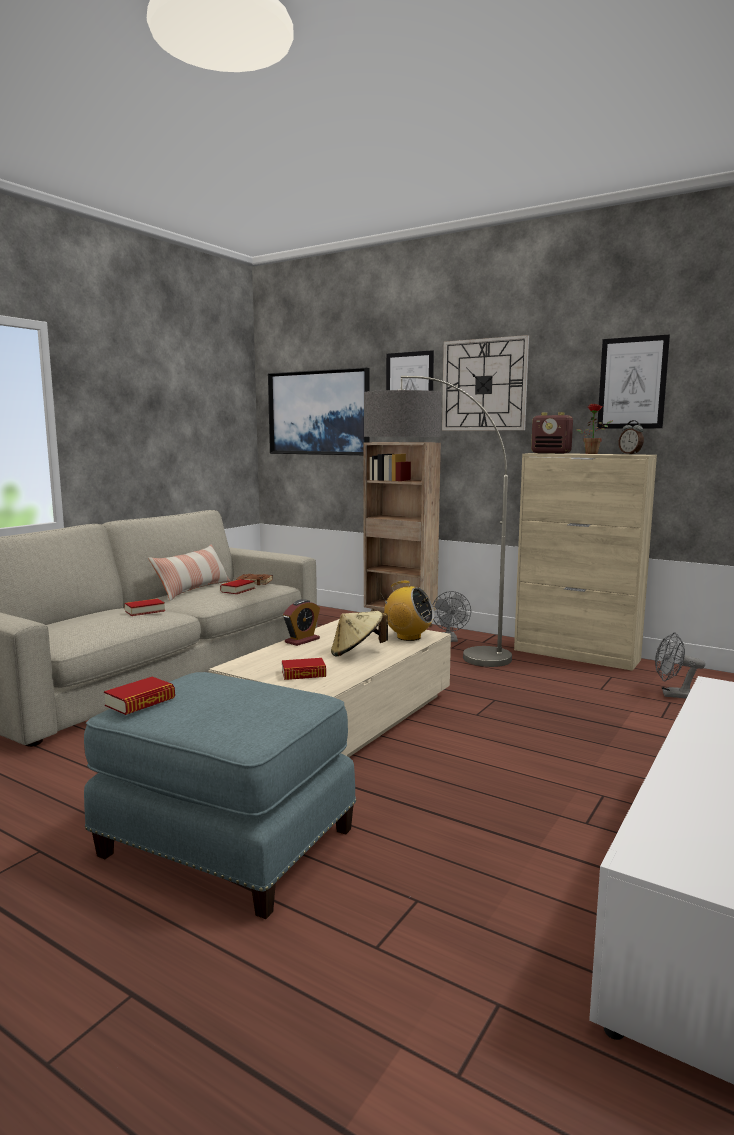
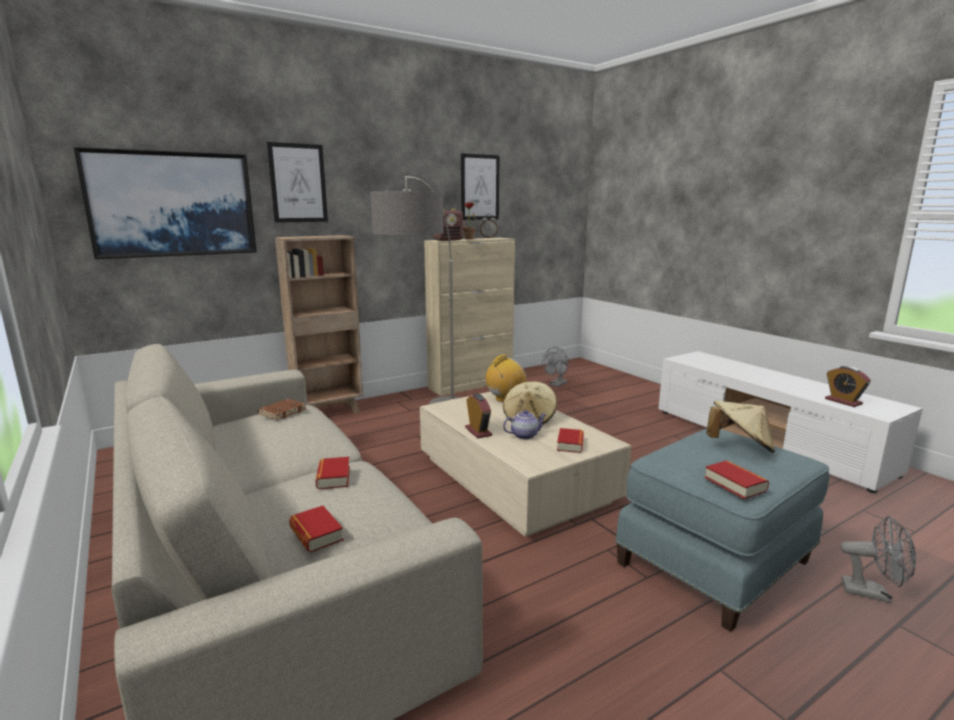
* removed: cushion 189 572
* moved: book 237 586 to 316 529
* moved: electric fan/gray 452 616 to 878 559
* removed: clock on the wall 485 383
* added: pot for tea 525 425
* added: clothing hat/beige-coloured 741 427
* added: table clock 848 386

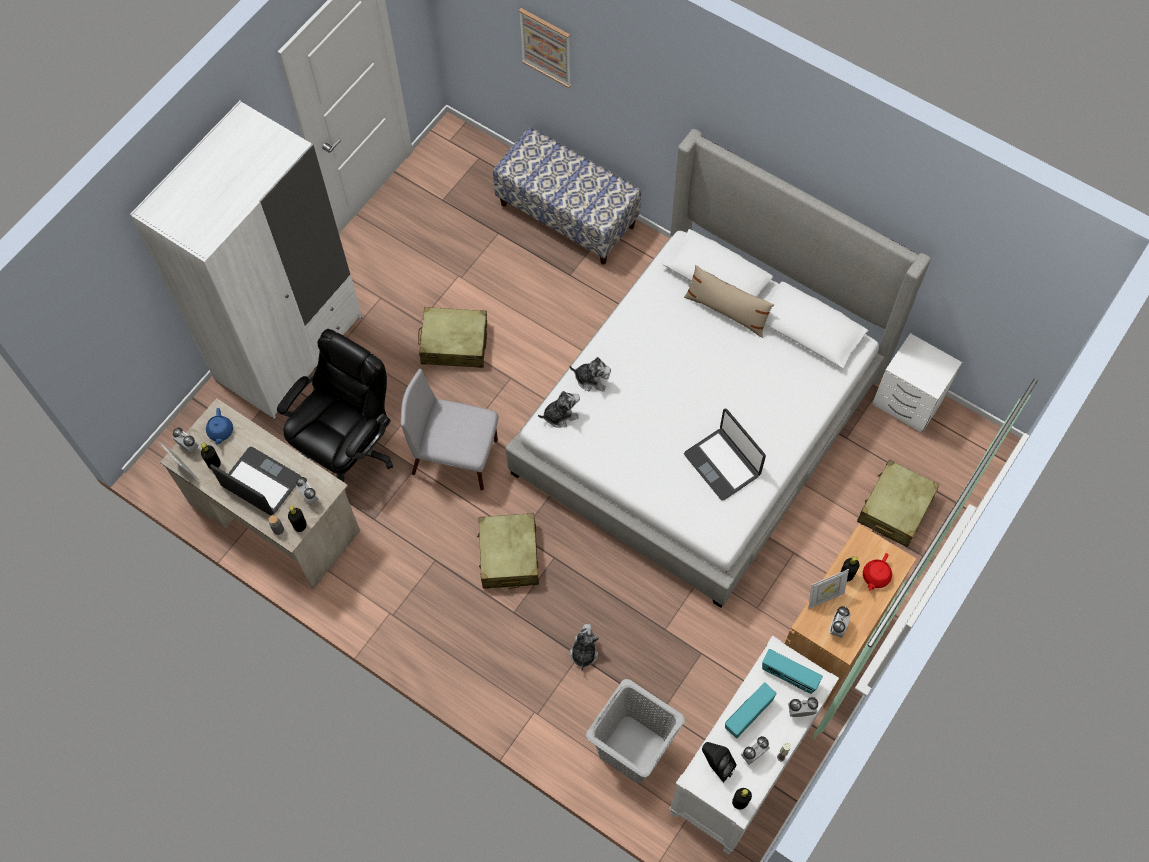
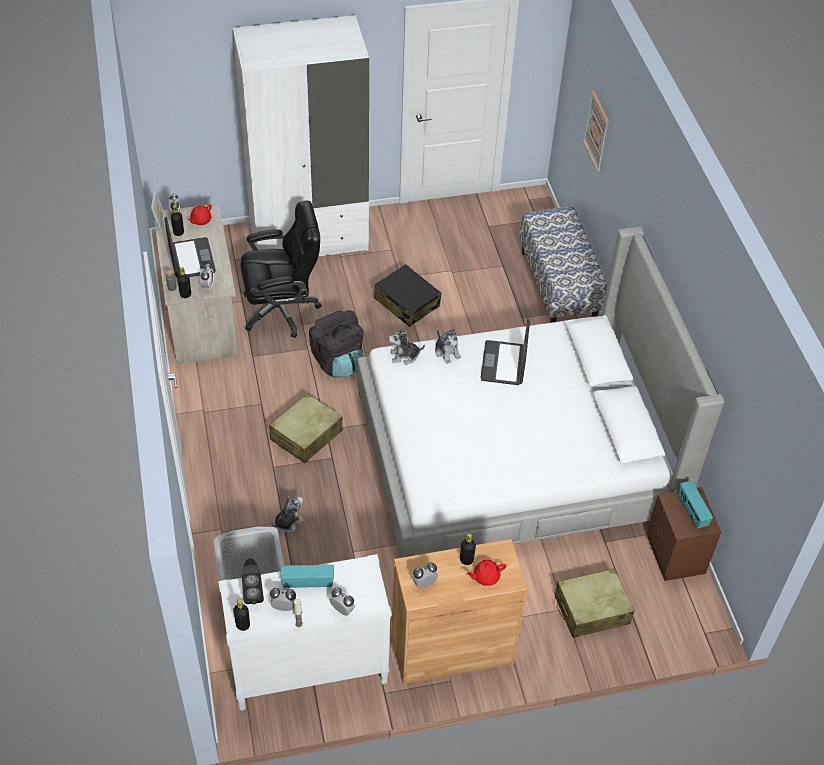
* recoloured: pot for tea/bluish 219 426 to pot for tea/red-coloured 200 214
* replaced: upright chair/gray 449 429 to knapsack/black-coloured 336 344
* recoloured: piece of luggage/beige-coloured 452 337 to piece of luggage/black-coloured 407 295
* turned: plush toy 559 409 = 406 345 150 degrees clockwise
* removed: cushion/beige-coloured 729 301
* moved: portable computer 725 454 to 505 352
* moved: radio set 792 671 to 695 504
* removed: photo frame 828 589
* recoloured: night table/whitish 917 383 to night table/brown 684 534

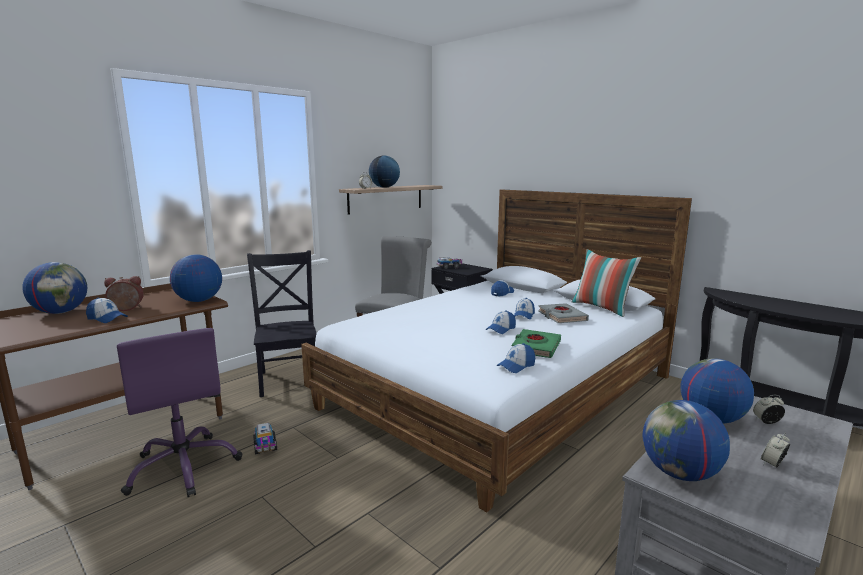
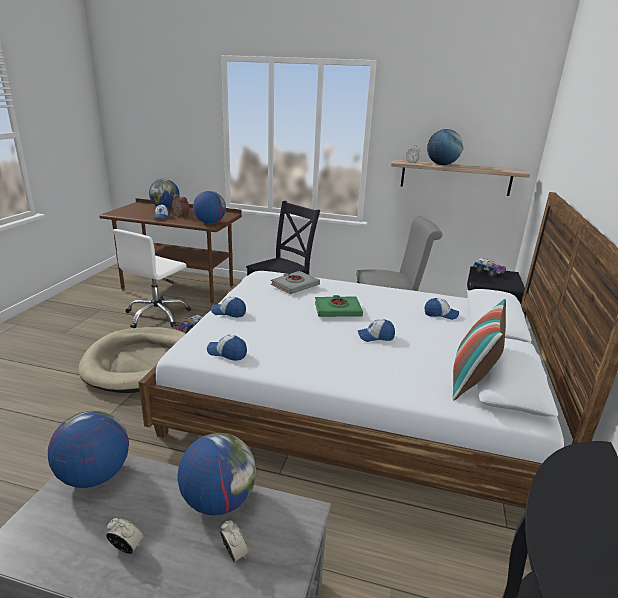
* recoloured: office chair/purple-coloured 179 412 to office chair/whitish 152 278
* moved: cap 501 322 to 228 307
* moved: book/green 536 343 to 339 306
* moved: book/gray 563 313 to 295 282
* added: pet bed/beige-coloured 132 360

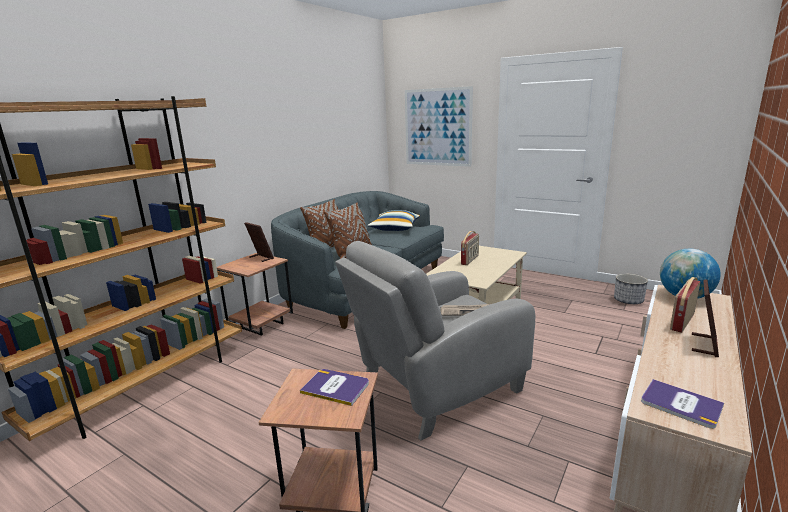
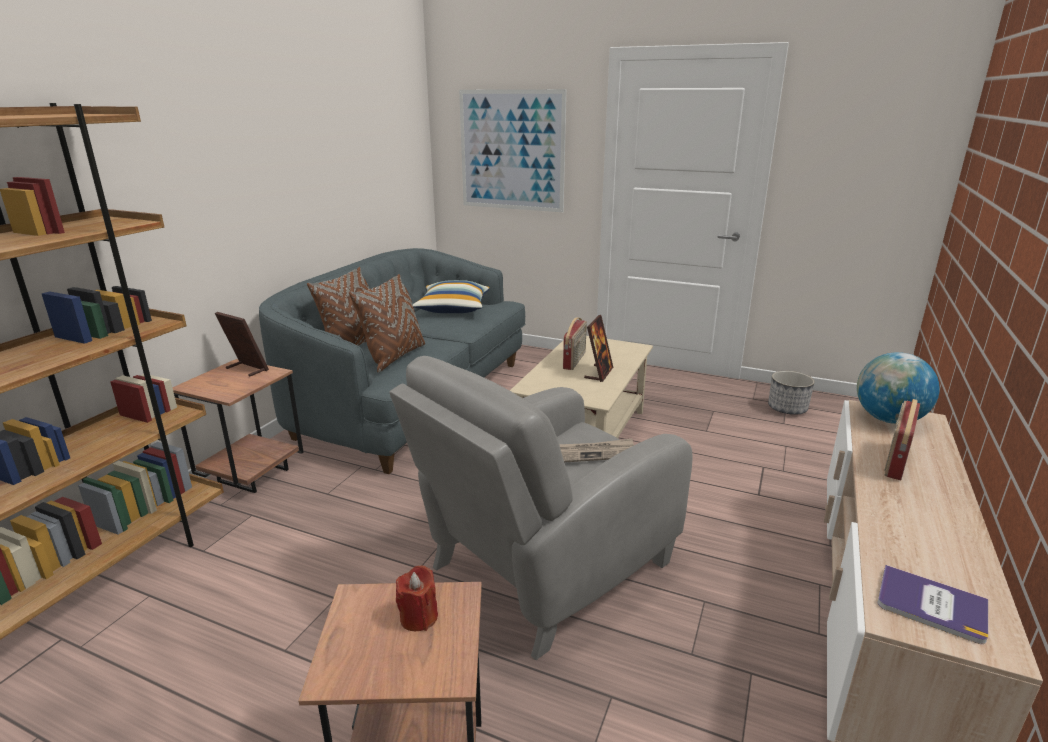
* replaced: book 334 387 to wax light/red-coloured 417 598
* moved: photo frame 705 318 to 598 348

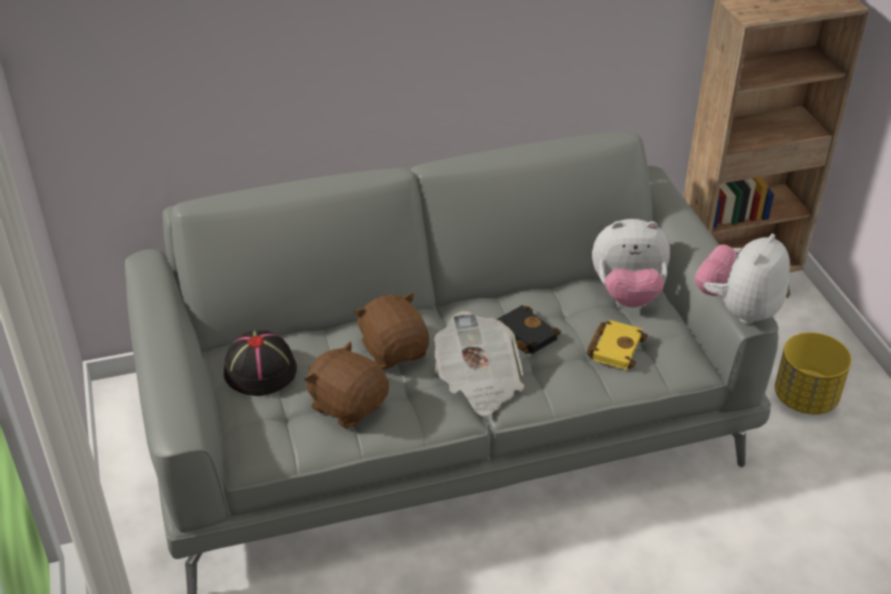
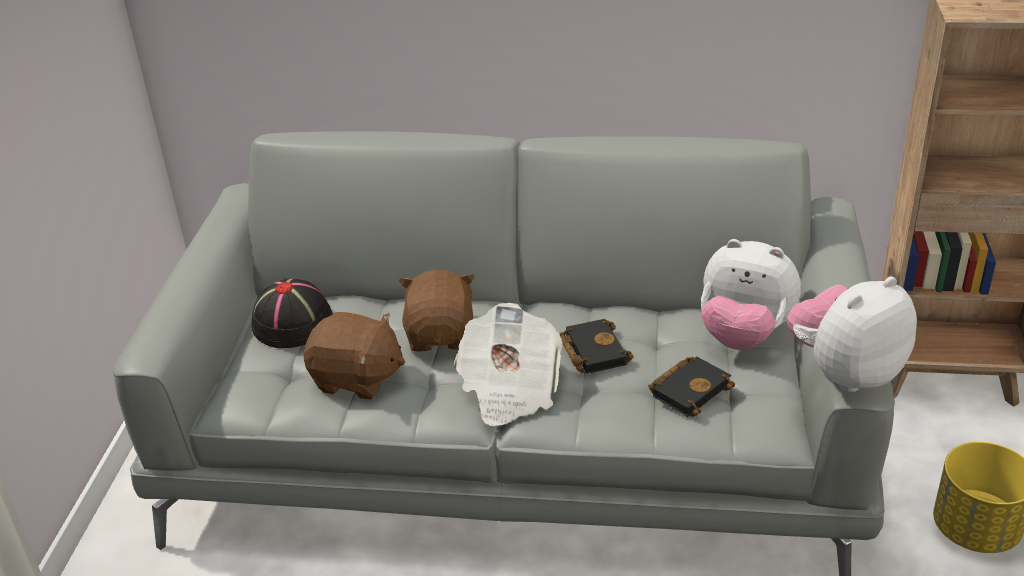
* turned: plush toy/brown 346 385 = 354 356 135 degrees clockwise
* recoloured: book/yellowish 617 345 to book/black-coloured 691 387

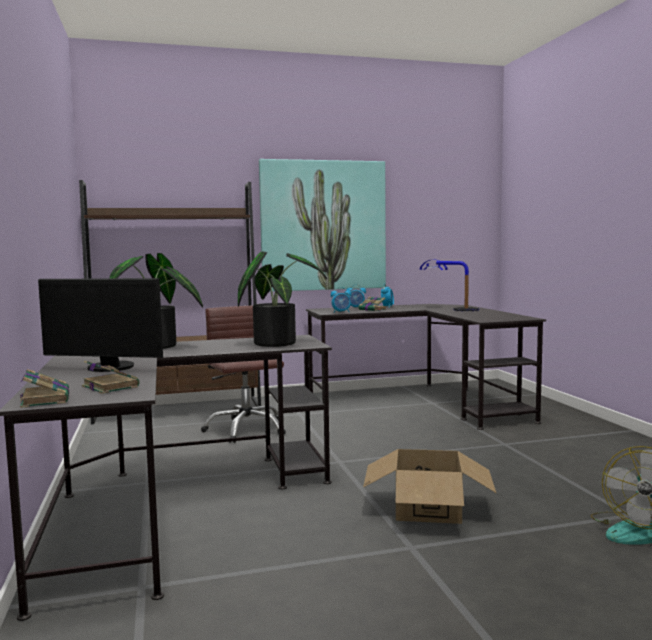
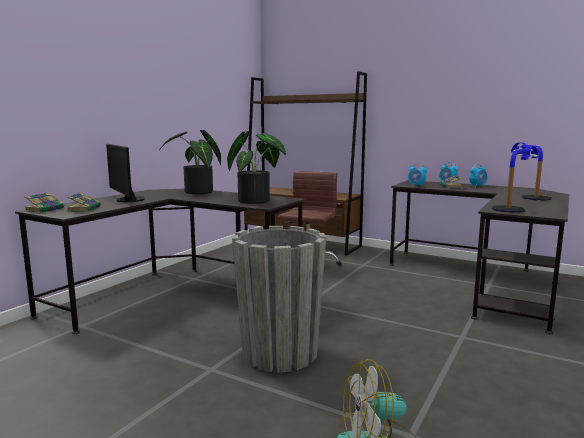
* removed: picture 322 225
* replaced: cardboard box 429 486 to plant pot/gray 279 299
* added: table lamp 515 179

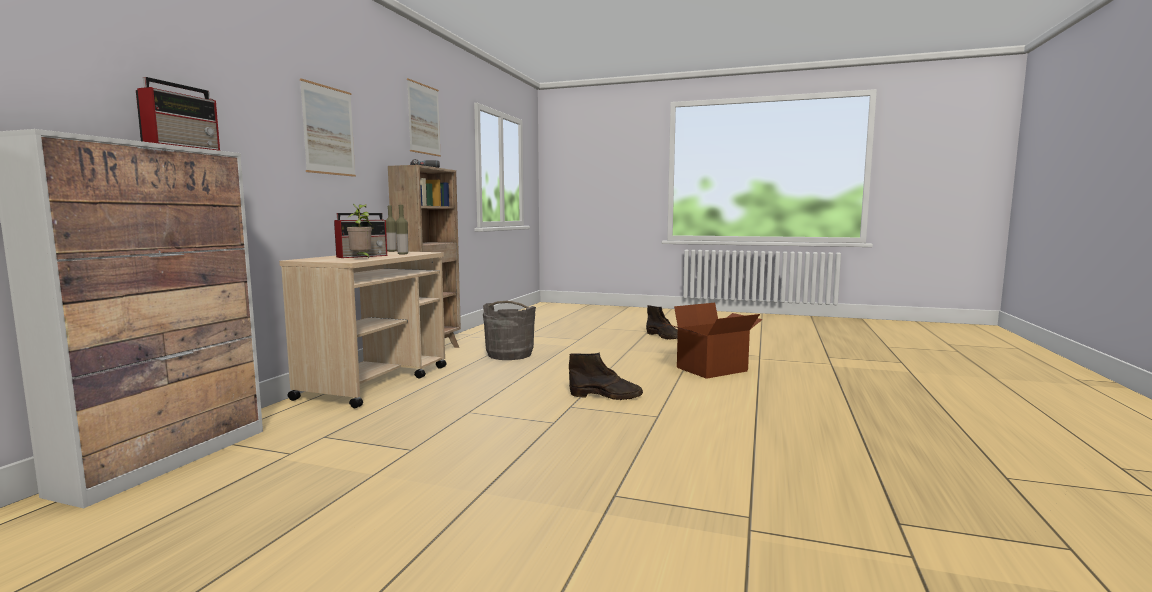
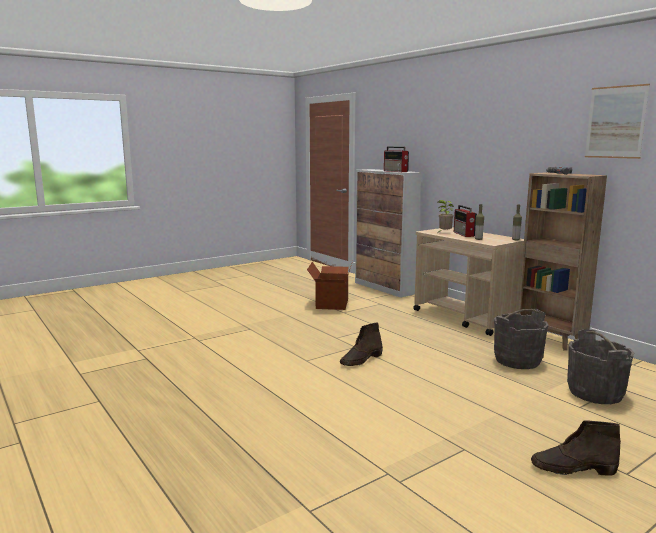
* removed: picture 328 127
* moved: cardboard box 713 341 to 330 285
* added: water bucket/gray 600 366

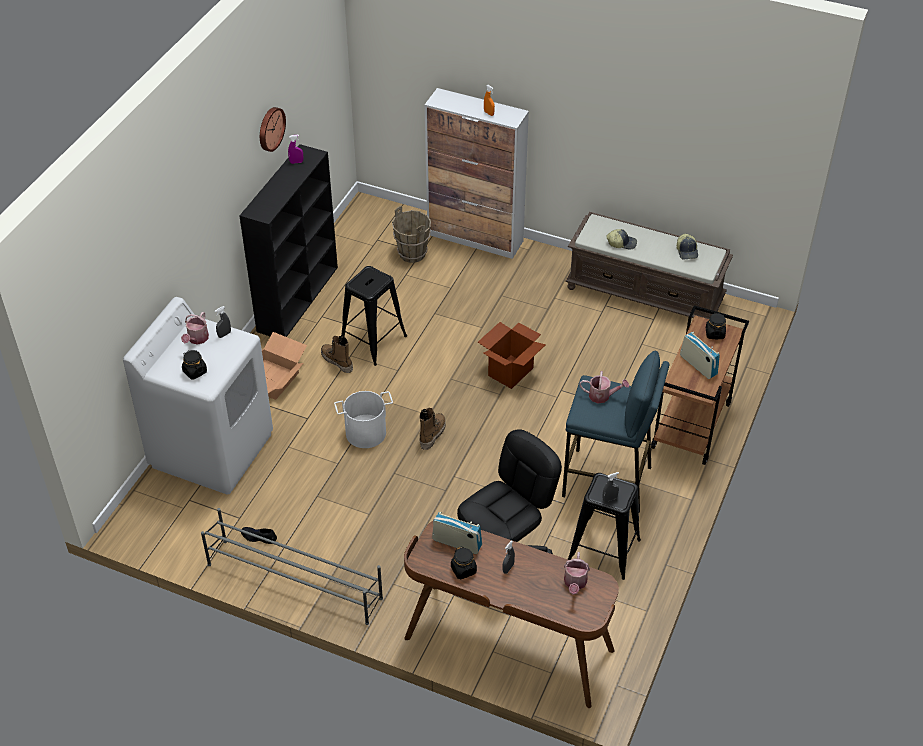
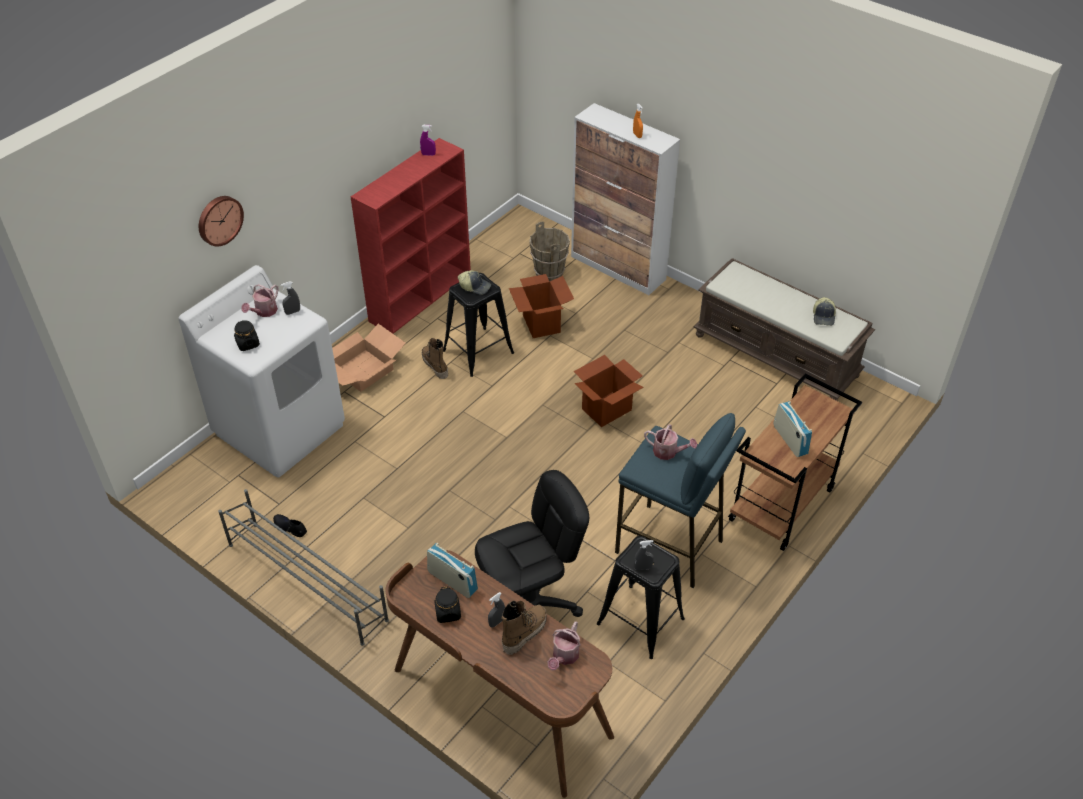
* recoloured: bookcase/black-coloured 289 240 to bookcase/red-coloured 411 236
* moved: clock on the wall 273 129 to 221 221
* removed: water bucket/whitish 363 419
* moved: boot 432 429 to 523 628
* moved: cap 622 239 to 474 282
* removed: jar/black-coloured 716 326
* added: cardboard box 541 306

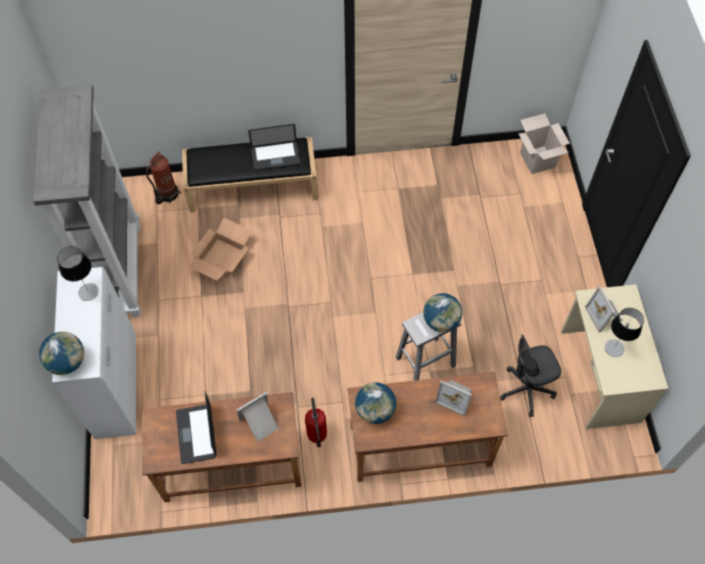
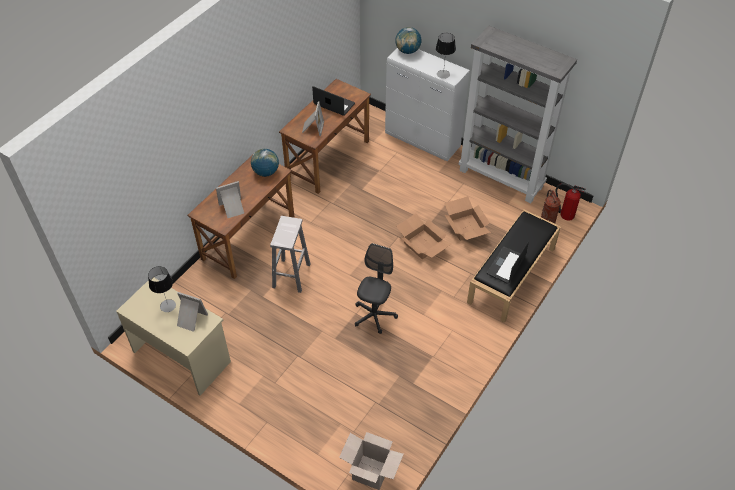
* moved: extinguisher 316 422 to 570 202
* removed: world globe 442 312
* moved: office chair/gray 530 375 to 376 288
* added: cardboard box 423 236

